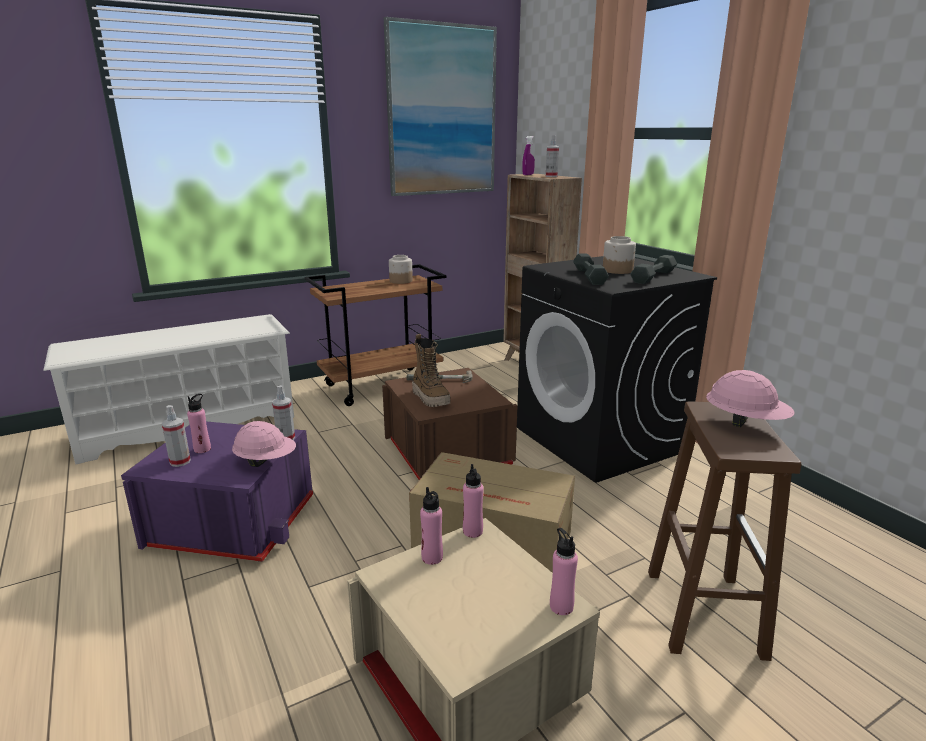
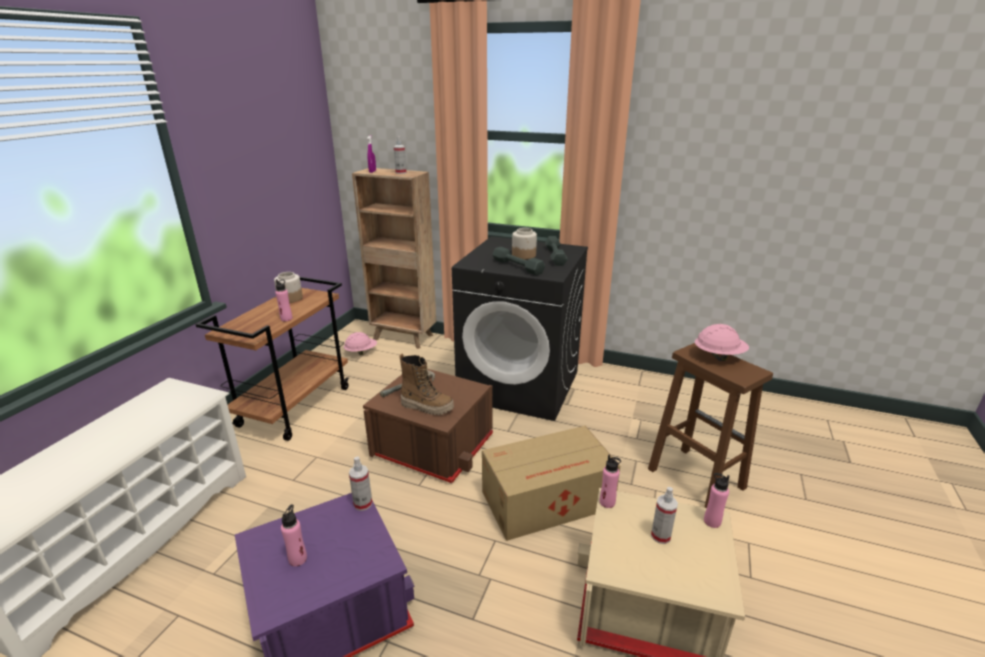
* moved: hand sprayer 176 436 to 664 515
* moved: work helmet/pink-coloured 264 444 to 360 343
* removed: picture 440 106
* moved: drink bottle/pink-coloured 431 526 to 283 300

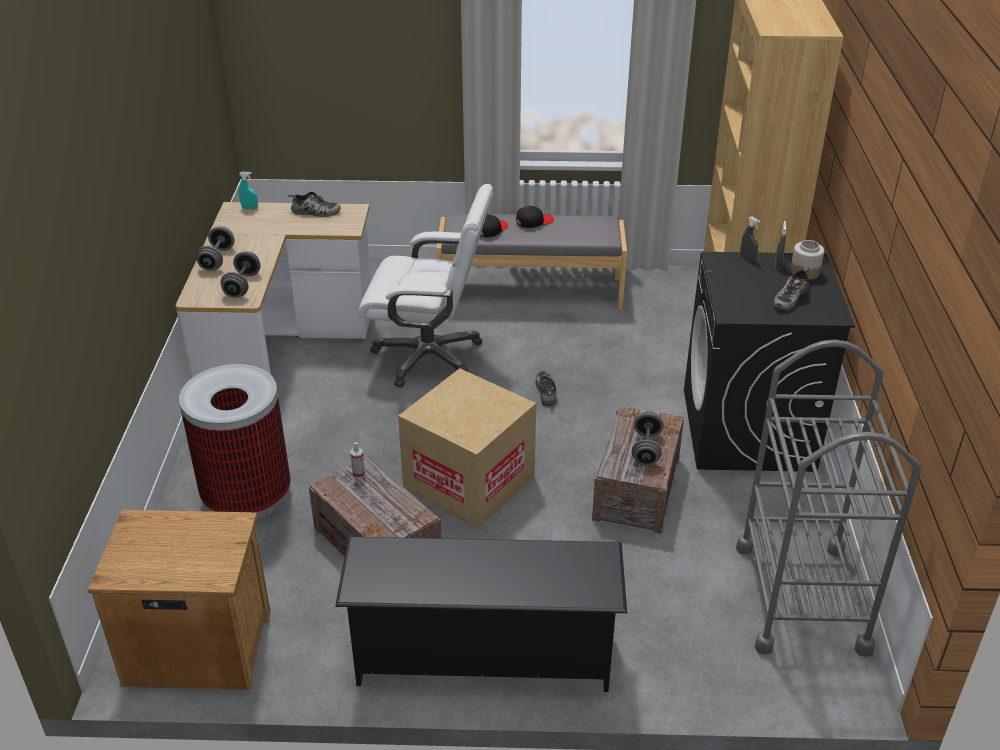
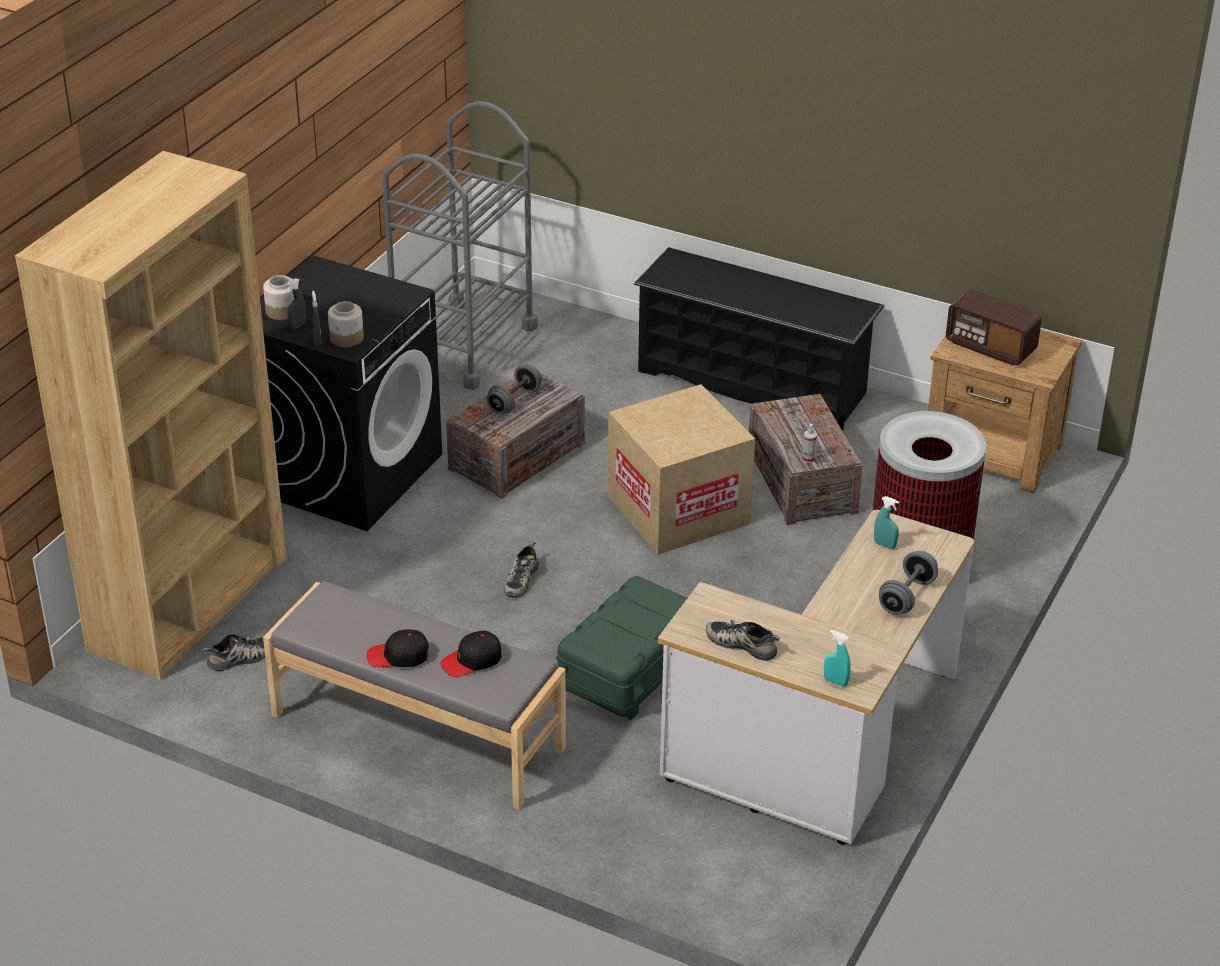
* replaced: hand weight/gray 240 274 to hand sprayer/blue-green 886 522
* replaced: office chair/whitish 425 285 to storage box/green 621 648
* moved: low shoe 791 289 to 234 652
* added: jar 346 324
* added: radio set 994 327

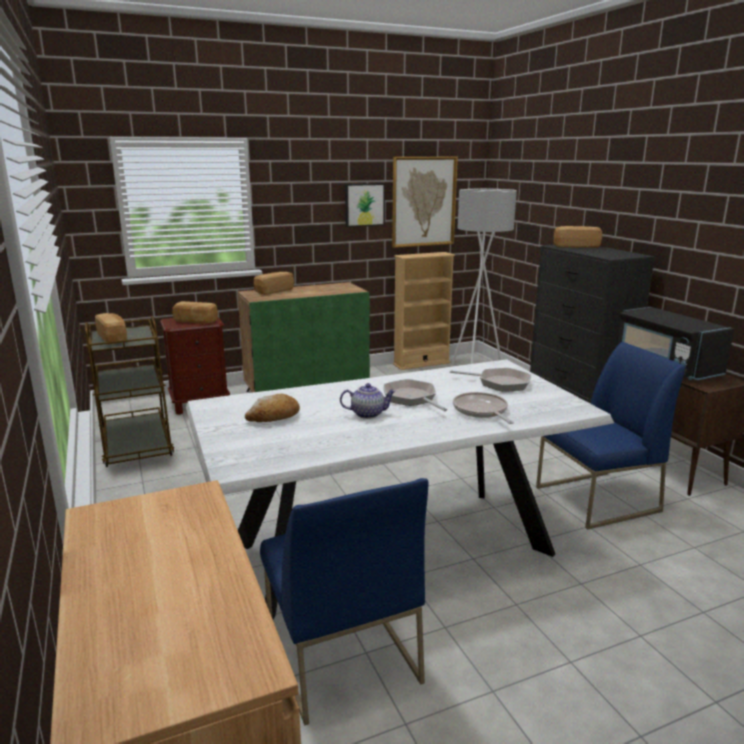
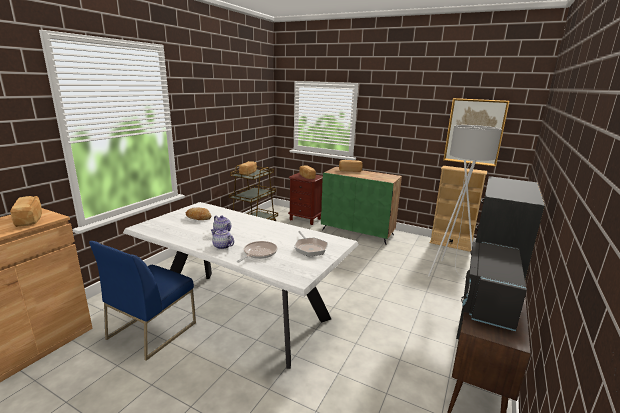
* removed: picture 365 205
* removed: frying pan 415 395
* removed: upright chair/bluish 610 436
* moved: bakery bread 578 237 to 26 211
* added: pot for tea 222 238

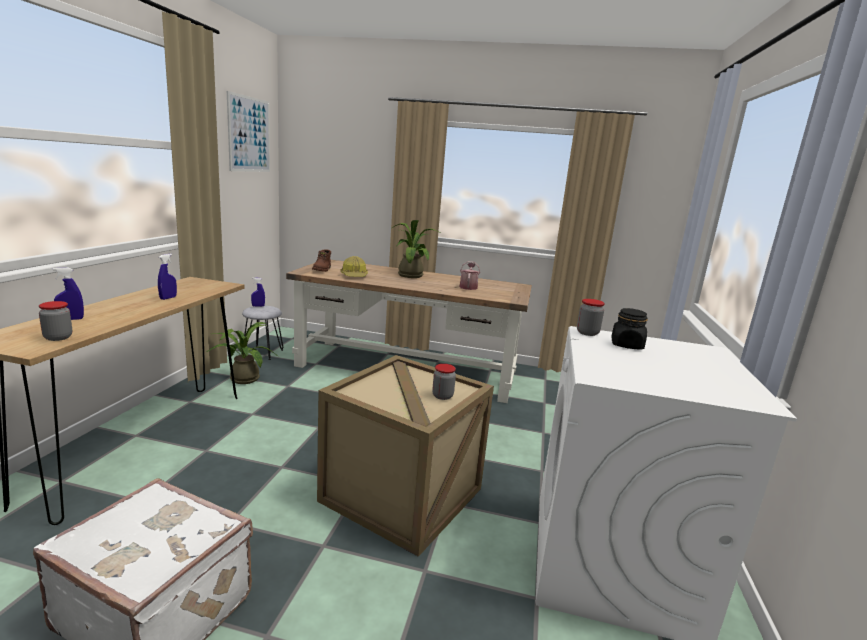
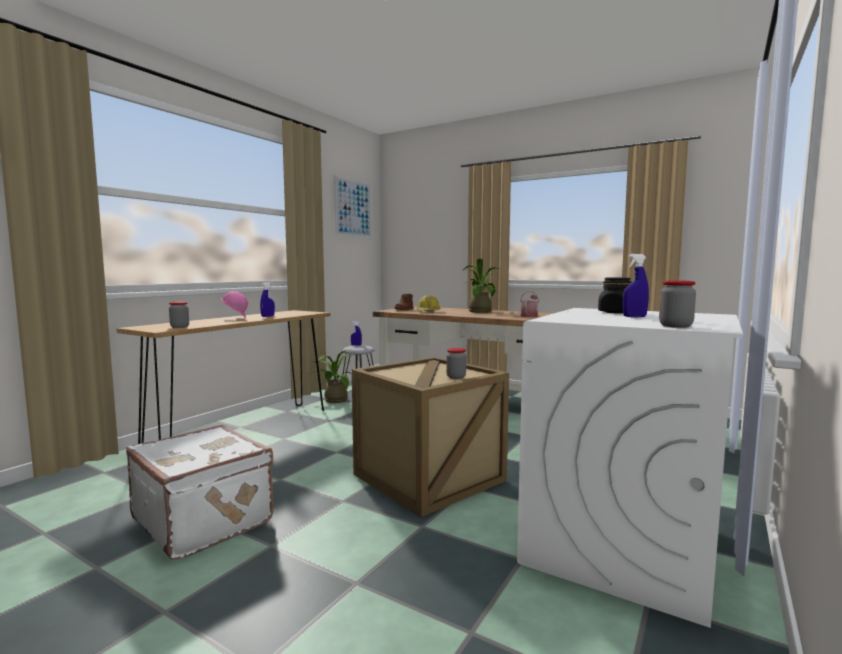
* moved: hand sprayer/bluish 68 294 to 636 285
* moved: jar 591 317 to 677 304
* added: work helmet/pink-coloured 234 304

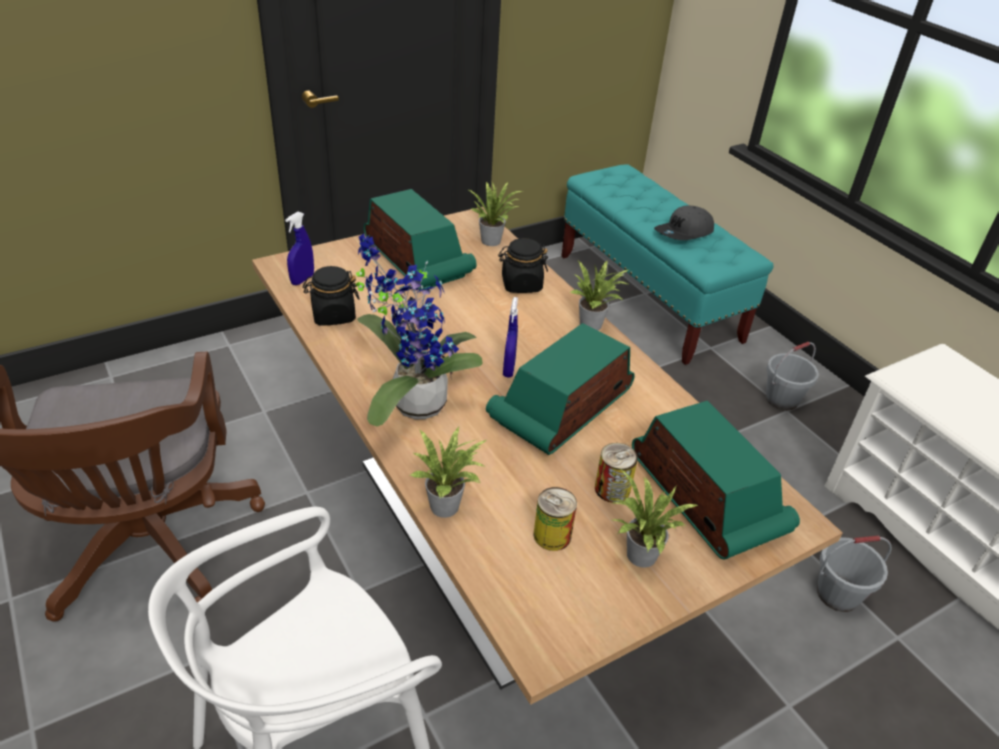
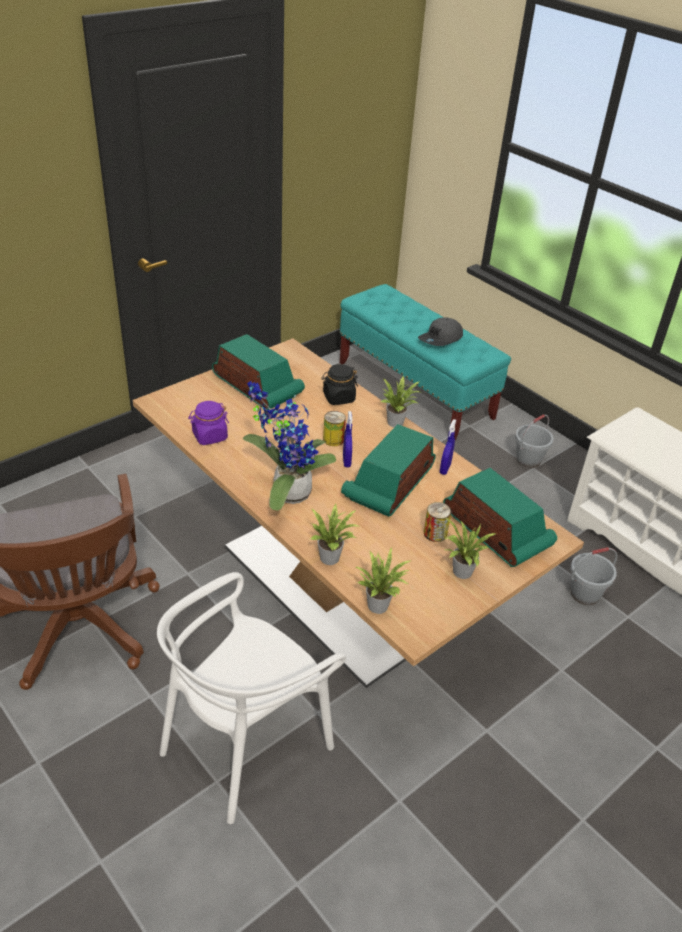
* moved: hand sprayer/bluish 299 248 to 448 447
* recoloured: jar/black-coloured 331 296 to jar/purple-coloured 208 423
* moved: plant in a pot 494 213 to 384 580
* moved: sealed can 555 519 to 334 428

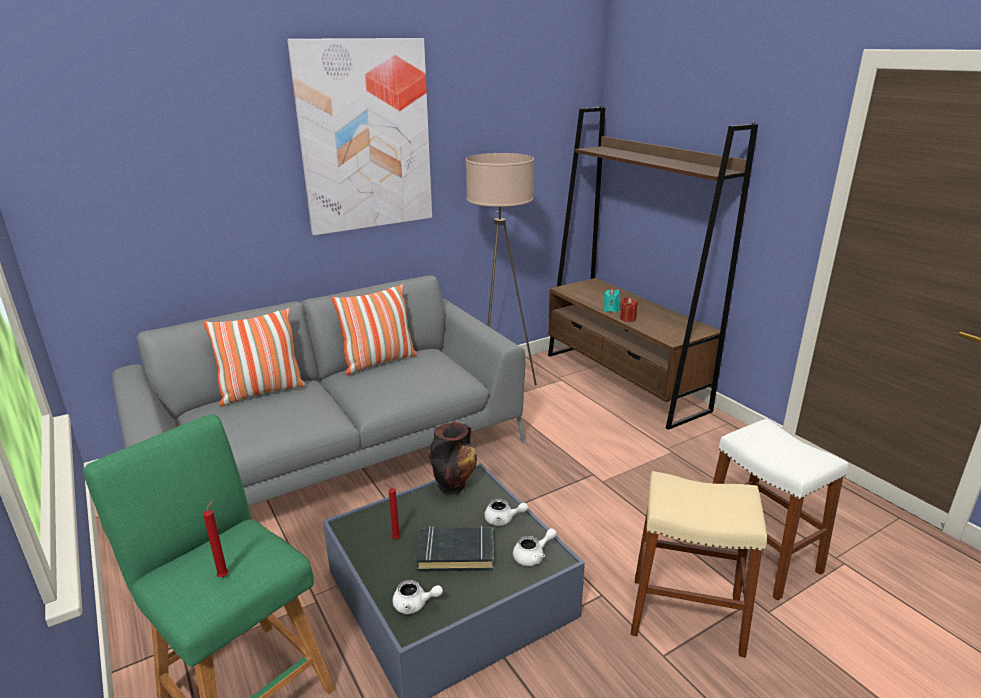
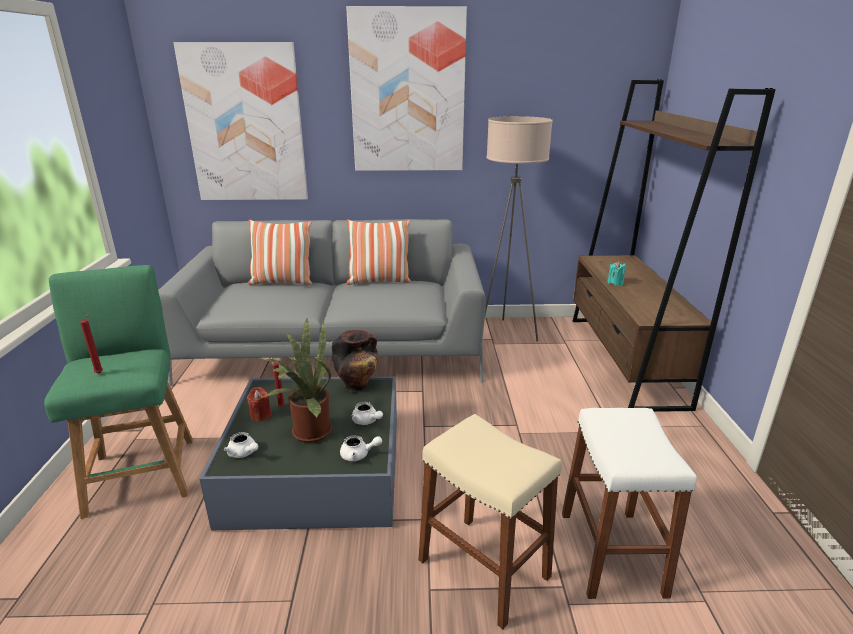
* replaced: book/black-coloured 455 549 to plant in a pot 294 380
* moved: wax light/red-coloured 629 309 to 259 404
* added: picture 240 121

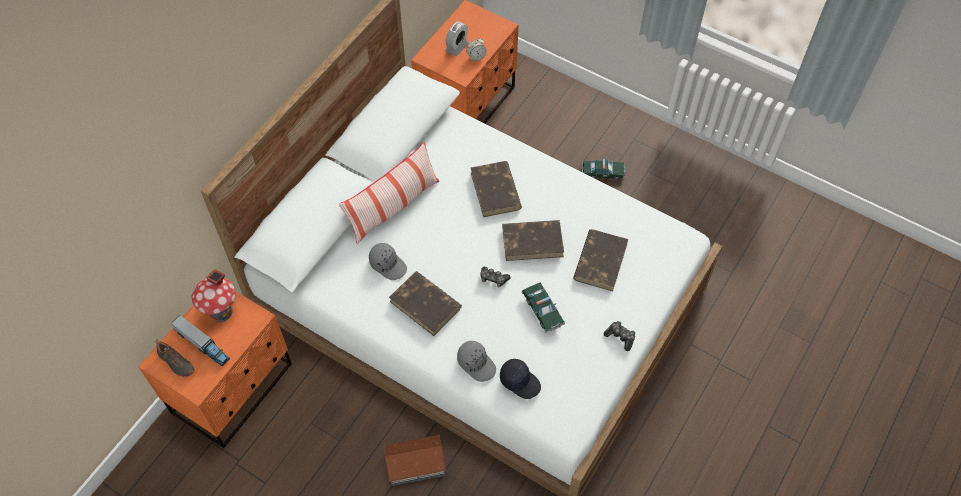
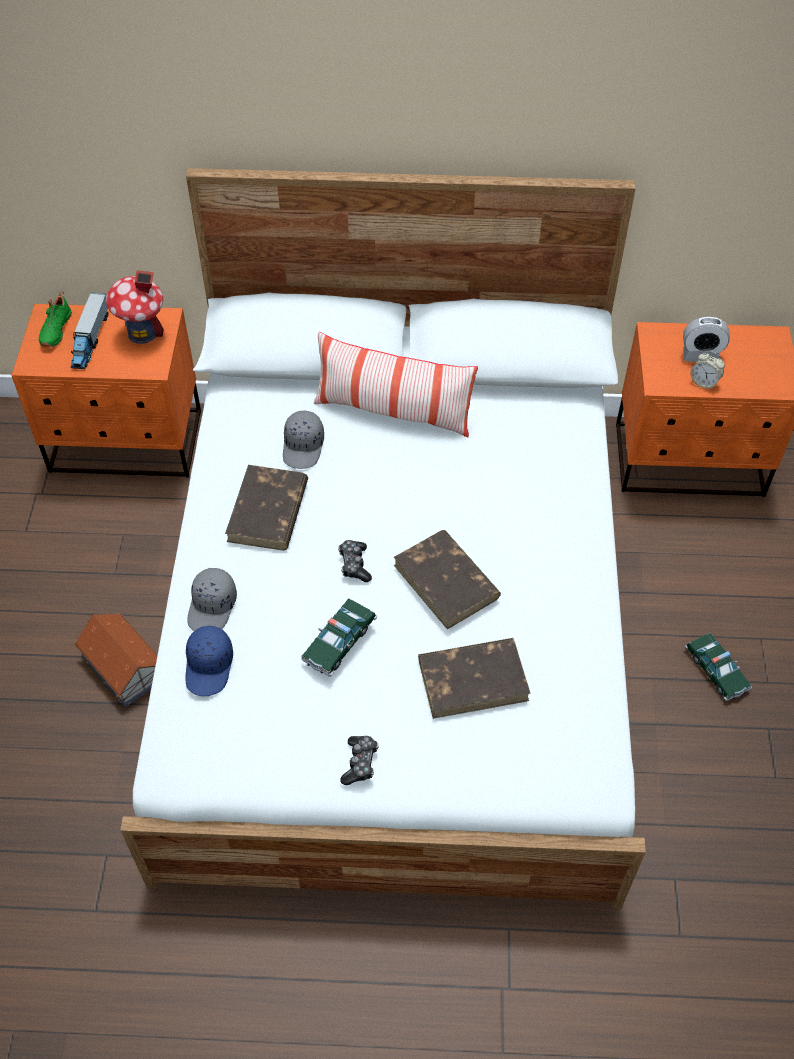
* recoloured: low shoe/black-coloured 175 358 to low shoe/green 55 319
* removed: book/brown 496 189
* recoloured: cap/black-coloured 520 379 to cap/bluish 209 661

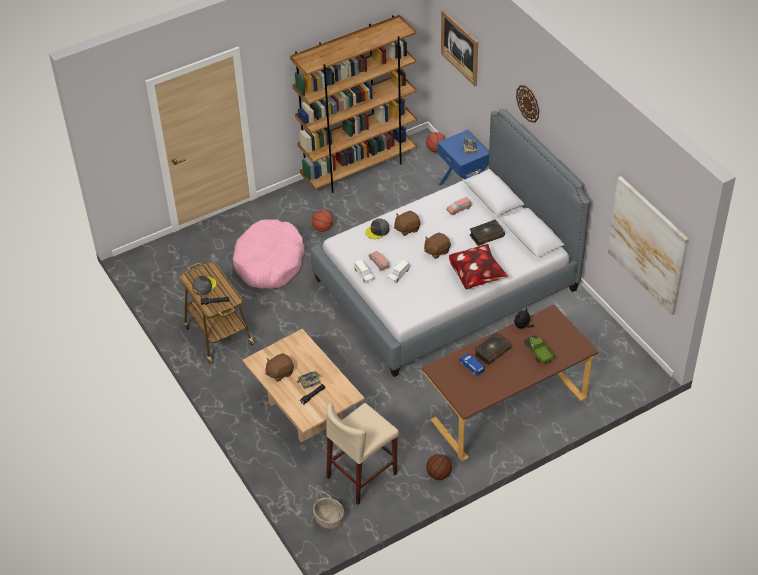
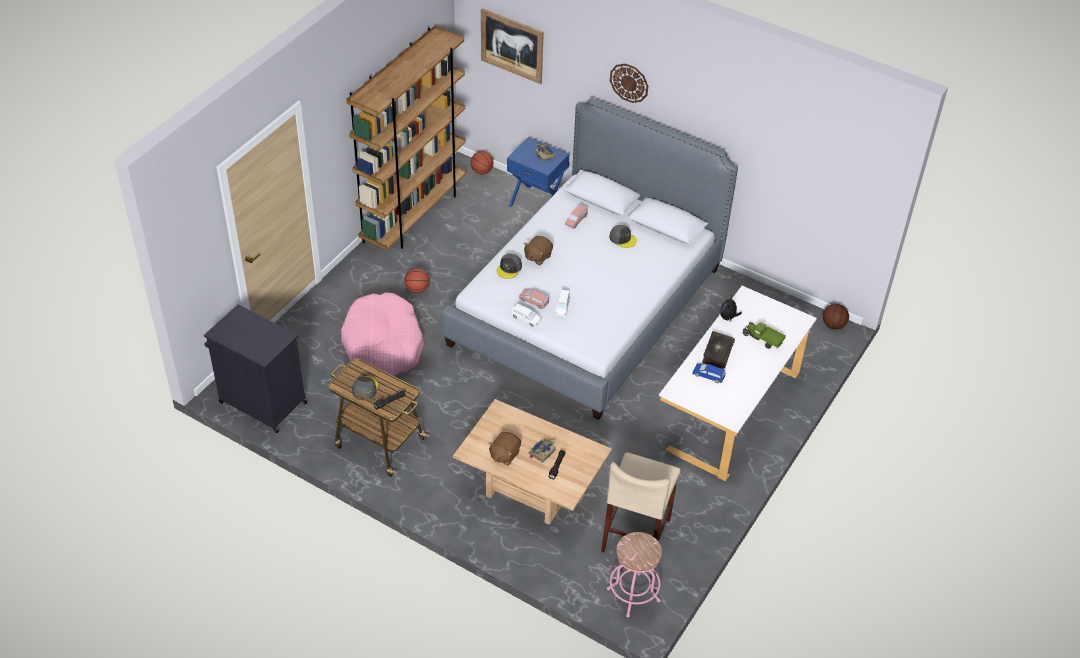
* replaced: household basket 328 510 to stool seat/pink-coloured 634 575
* recoloured: desk unit/brown 510 383 to desk unit/whitish 738 384
* removed: plush toy/brown 437 246
* moved: basketball ball 439 467 to 836 317
* removed: cushion 478 266
* replaced: book 487 233 to cap/gray 623 236
* removed: picture 648 245
* added: cupboard/black-coloured 255 369

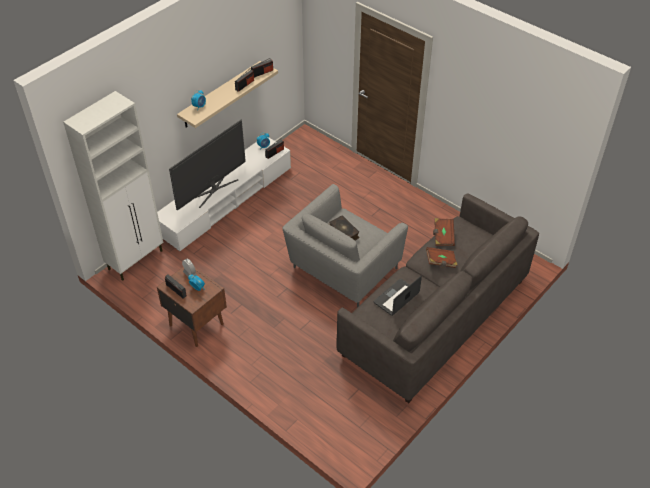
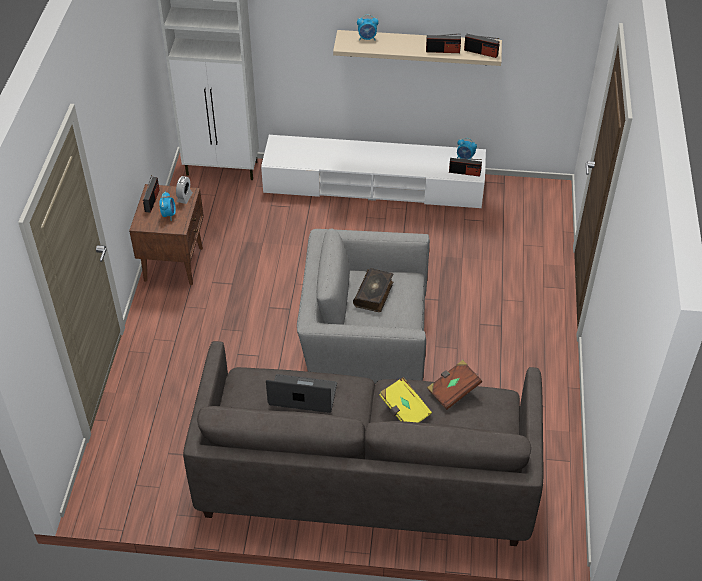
* removed: TV 207 165
* recoloured: book/brown 442 257 to book/yellowish 405 400

